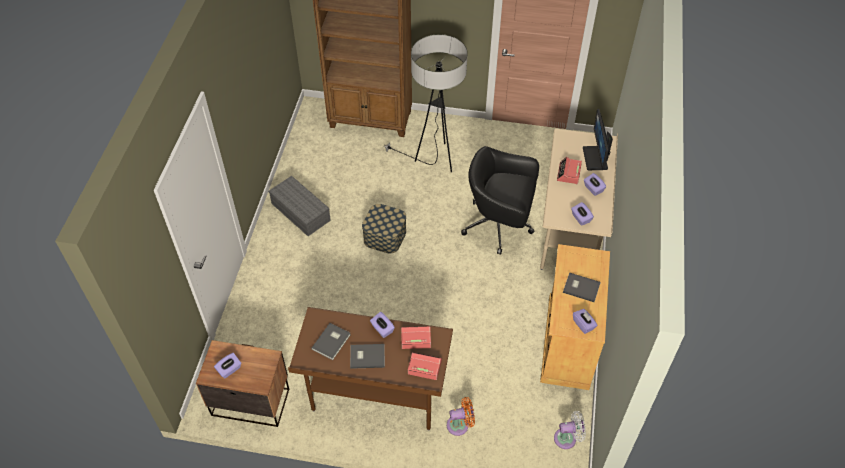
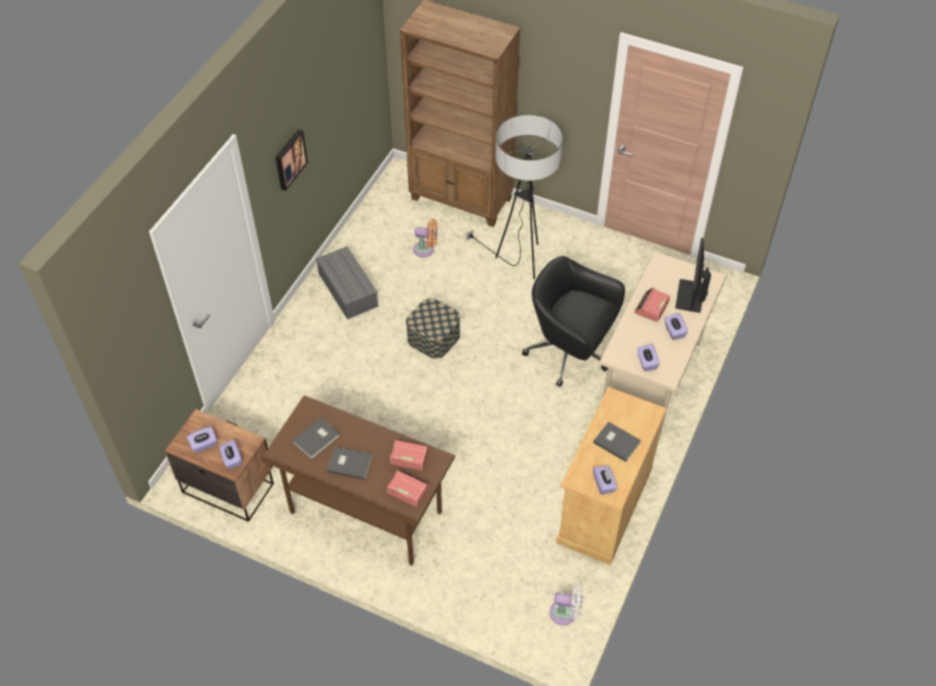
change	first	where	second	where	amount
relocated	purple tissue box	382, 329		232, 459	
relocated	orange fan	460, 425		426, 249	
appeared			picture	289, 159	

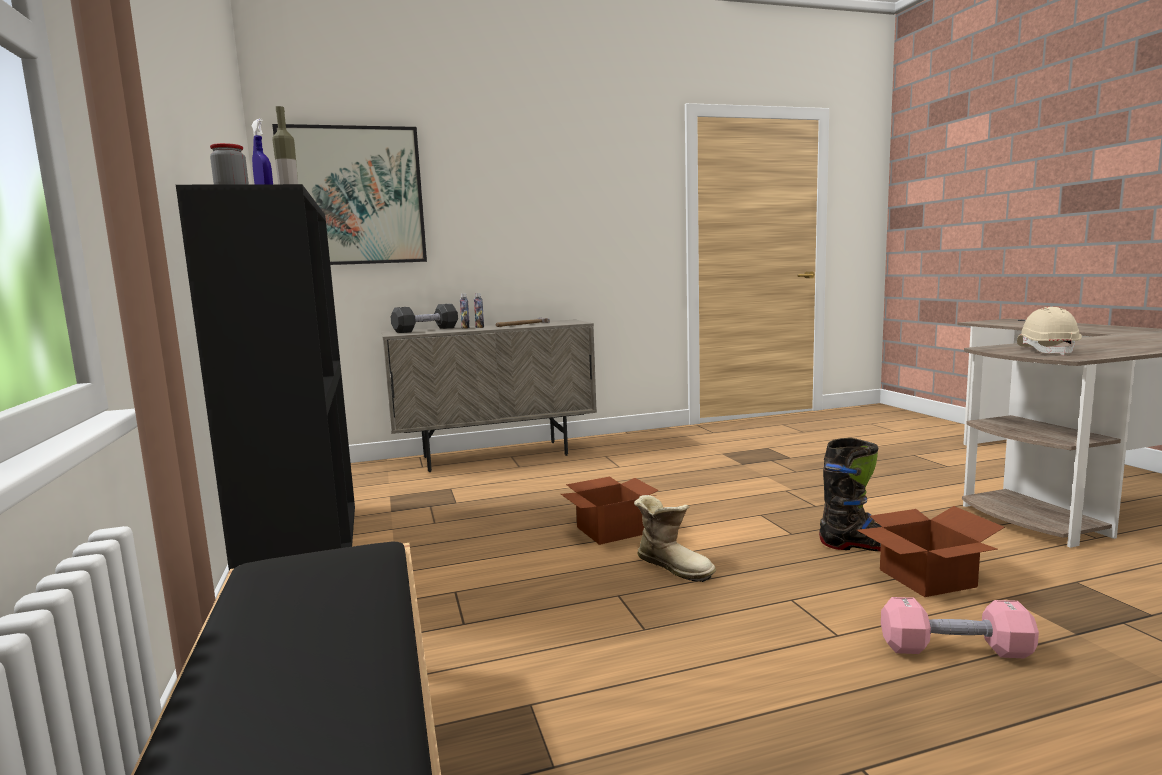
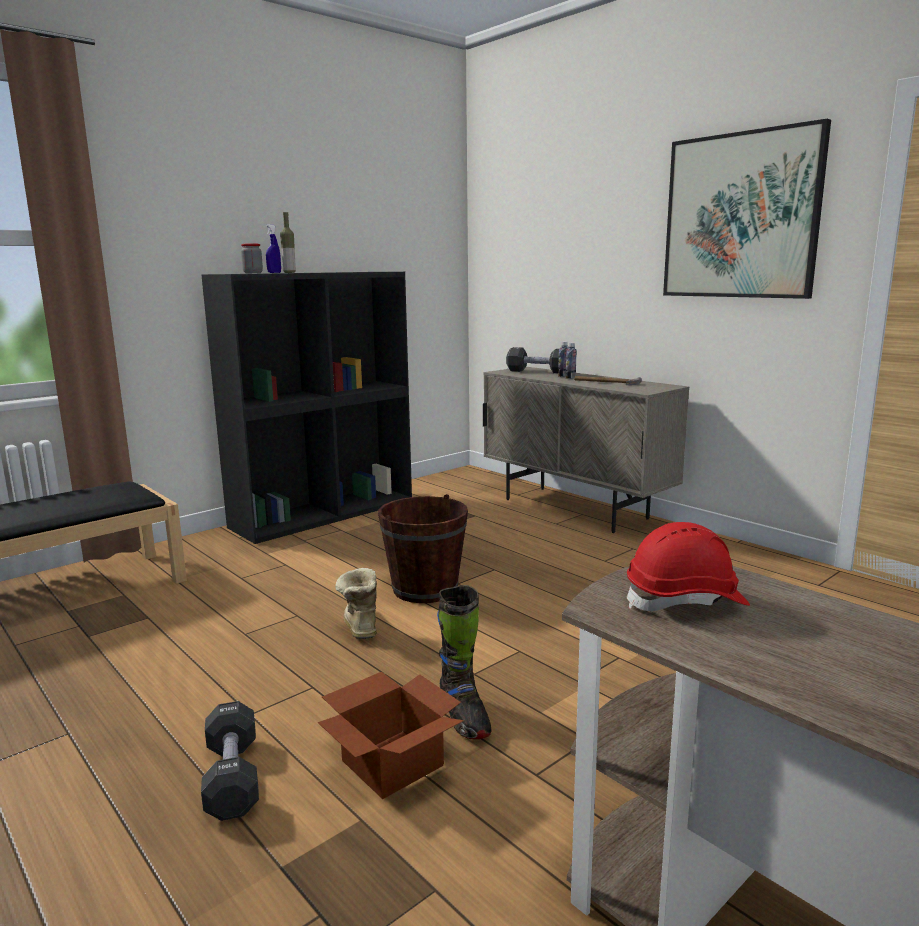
change	first	where	second	where	amount
relocated	picture	353, 196		740, 216	
exchanged	cardboard box	610, 530	brown bucket	425, 589	
spun	boot	674, 566		359, 627	150 degrees clockwise
colour	pink dumbbell	955, 650	black dumbbell	232, 777	
colour	beige hard hat	1047, 351	red hard hat	686, 601	

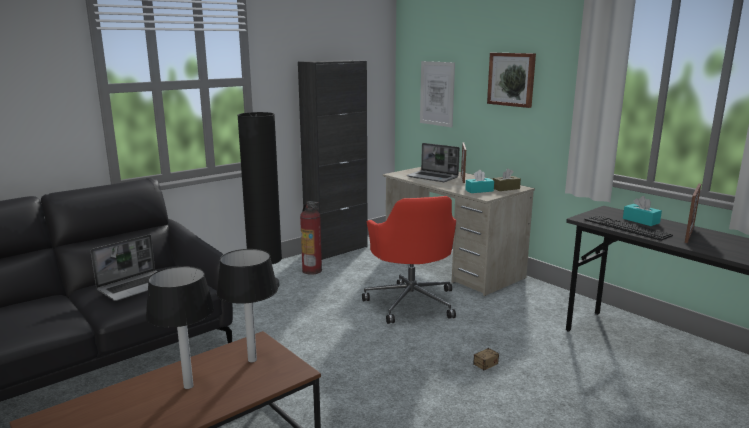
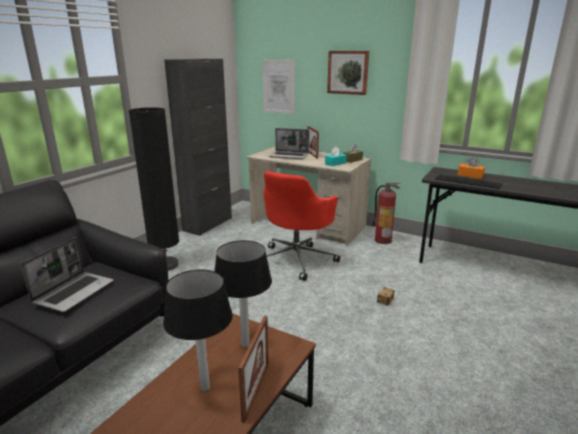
change	first	where	second	where	amount
relocated	fire extinguisher	312, 270		383, 240	
spun	red office chair	411, 302		297, 259	60 degrees clockwise
colour	turquoise tissue box	641, 221	orange tissue box	470, 175	
relocated	picture frame	689, 234		256, 391	

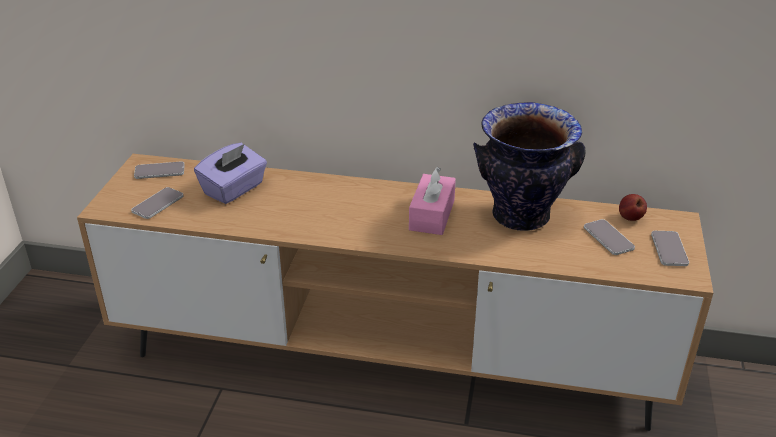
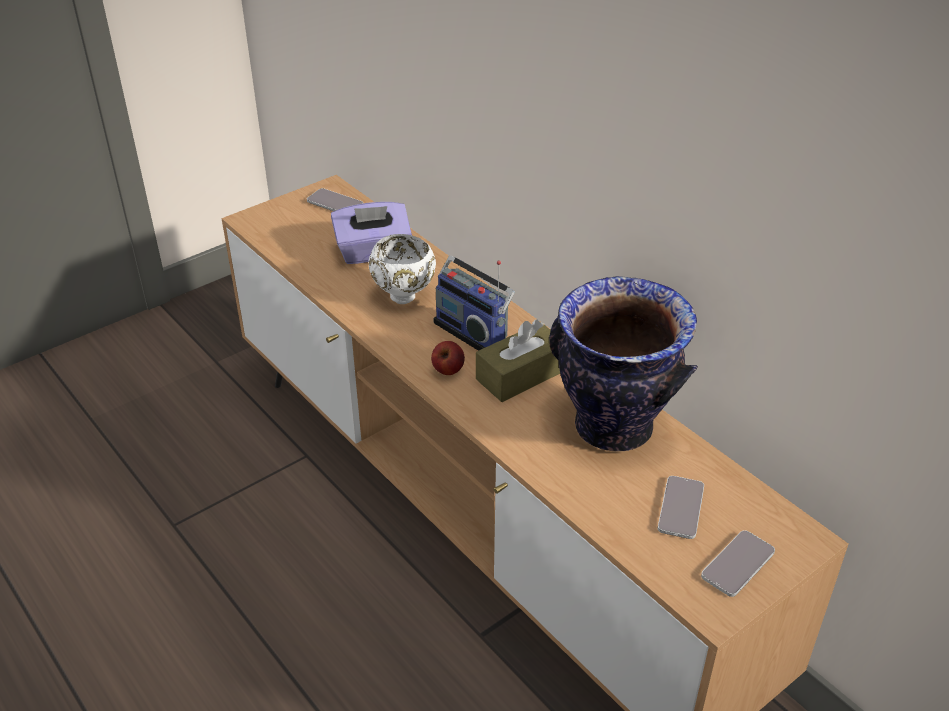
change	first	where	second	where	amount
missing	phone	158, 204			
colour	pink tissue box	432, 215	brown tissue box	521, 375	
relocated	apple	630, 218		448, 370	
appeared			white bowl	405, 297	
appeared			radio	474, 332	

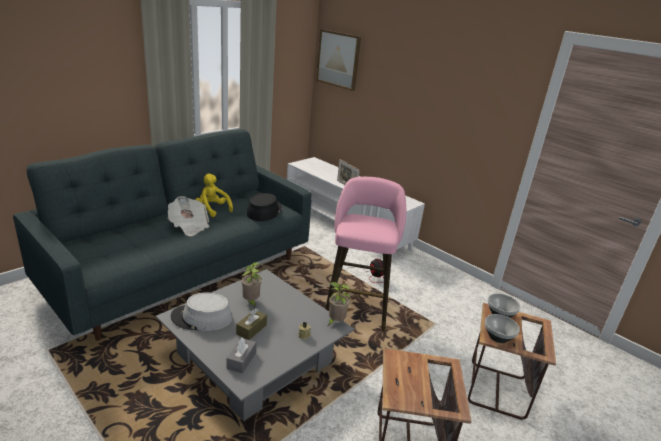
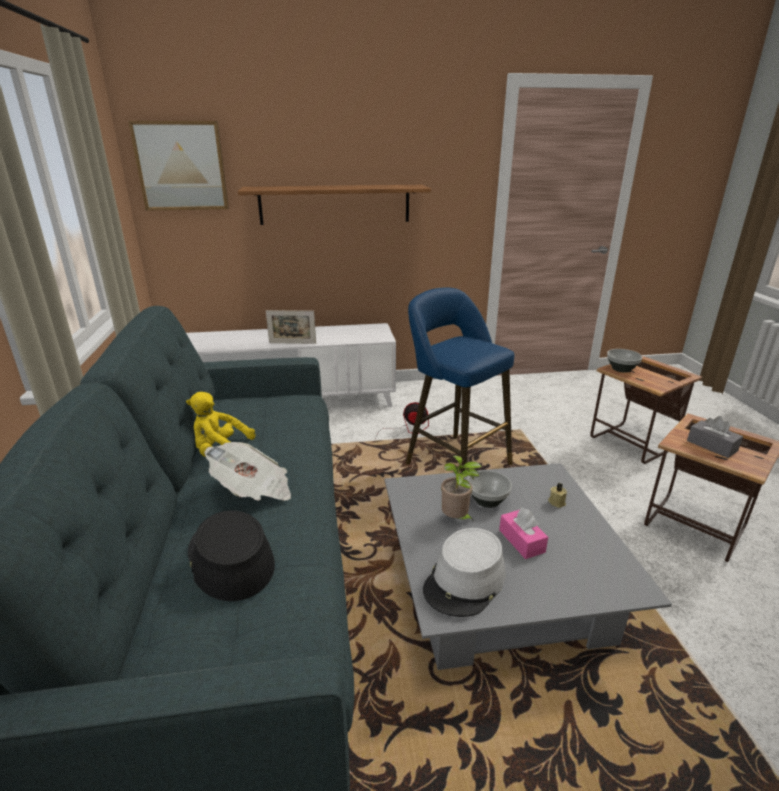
change	first	where	second	where	amount
relocated	grey tissue box	241, 360		711, 446	
colour	brown tissue box	251, 329	pink tissue box	521, 541	
relocated	black hat	264, 211		230, 559	
colour	pink stool	357, 306	blue stool	453, 462	
missing	potted plant	335, 322			
relocated	bowl	498, 337		487, 500	
appeared			shelf	335, 204	

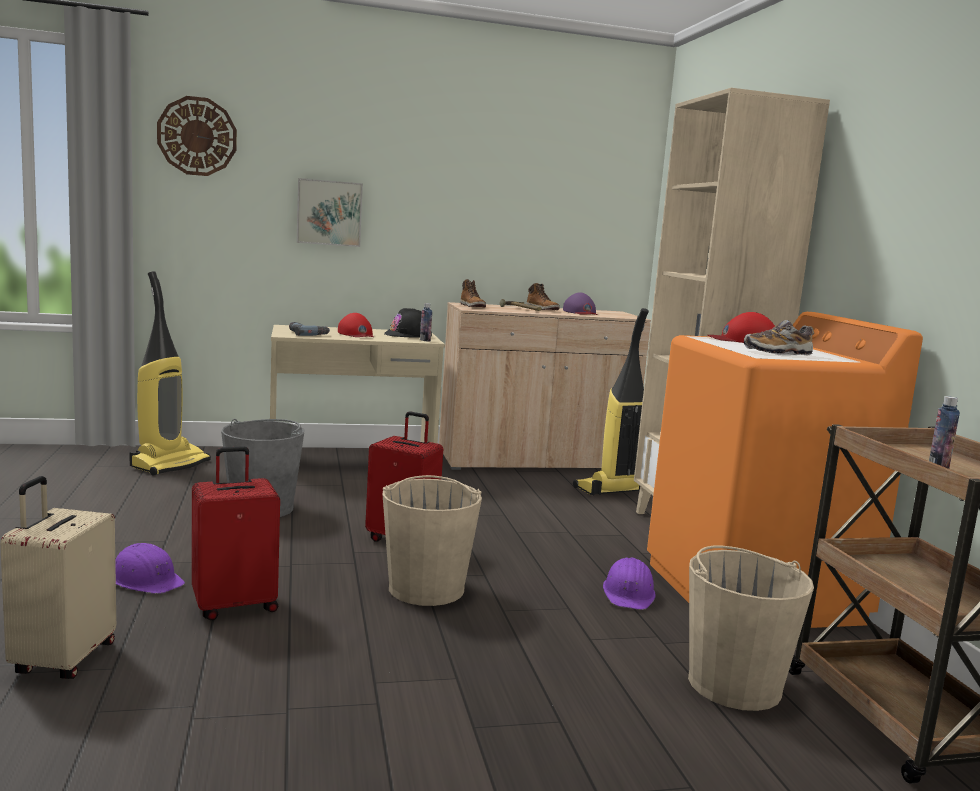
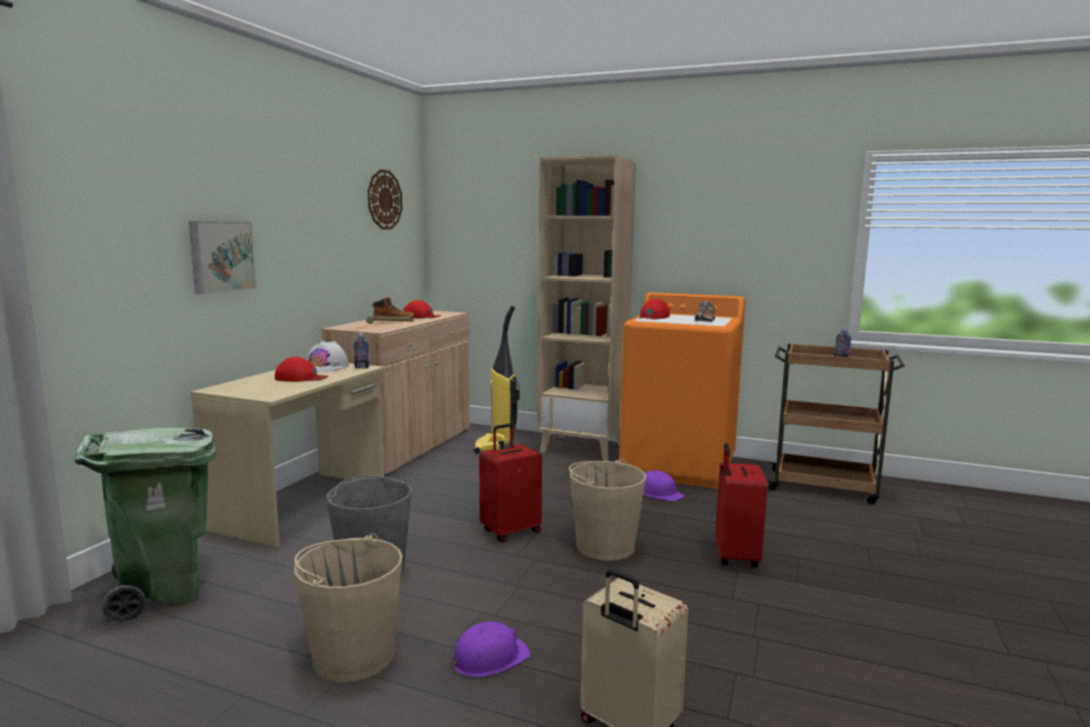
change	first	where	second	where	amount
exchanged	vacuum cleaner	170, 464	green trash can	162, 592	
relocated	wall clock	197, 136		384, 199	
relocated	red suitcase	235, 605		734, 556	
missing	power drill	307, 333			
colour	black hard hat	408, 335	white hard hat	326, 367	
missing	boot	473, 306			
colour	purple cap	581, 312	red cap	421, 316	
relocated	beige bucket	733, 684		353, 656	

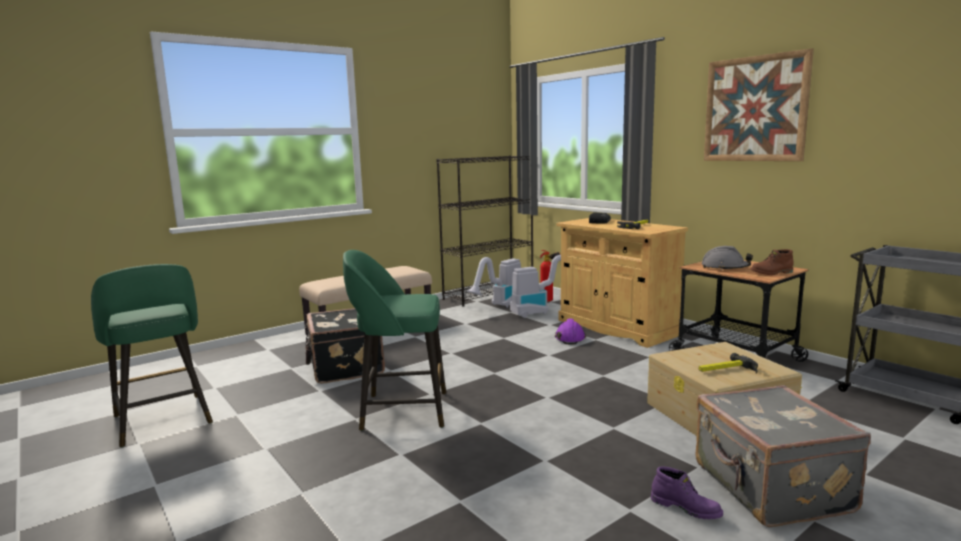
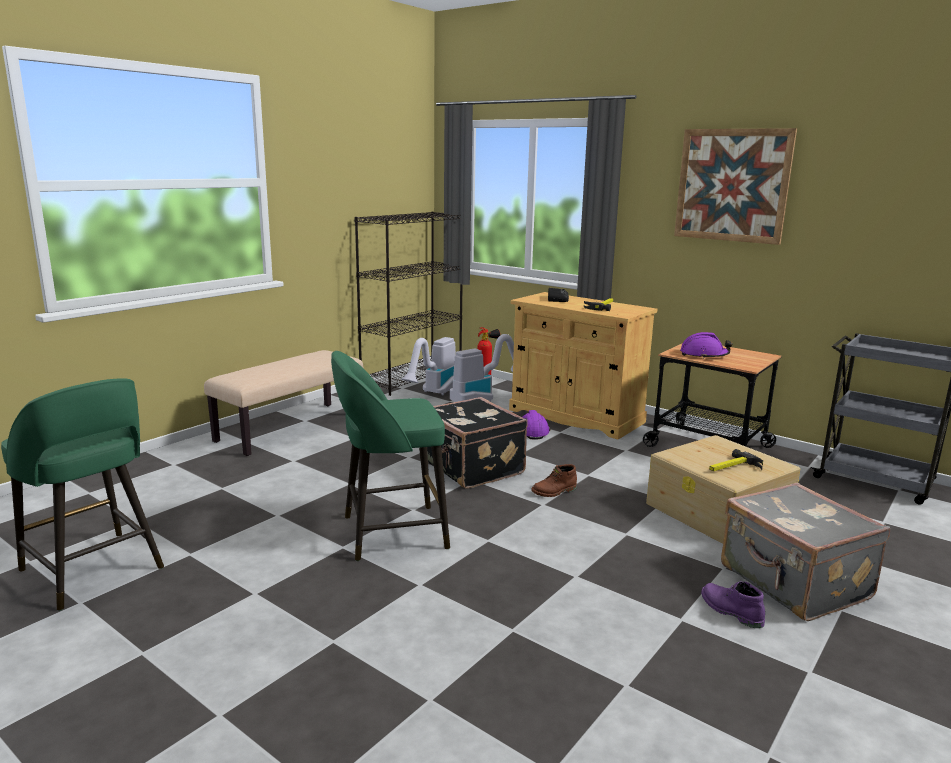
change	first	where	second	where	amount
relocated	black suitcase	345, 367		471, 468	
spun	purple boot	686, 508		730, 611	150 degrees counterclockwise
colour	grey hard hat	725, 268	purple hard hat	704, 355	
relocated	brown boot	772, 273		554, 492	

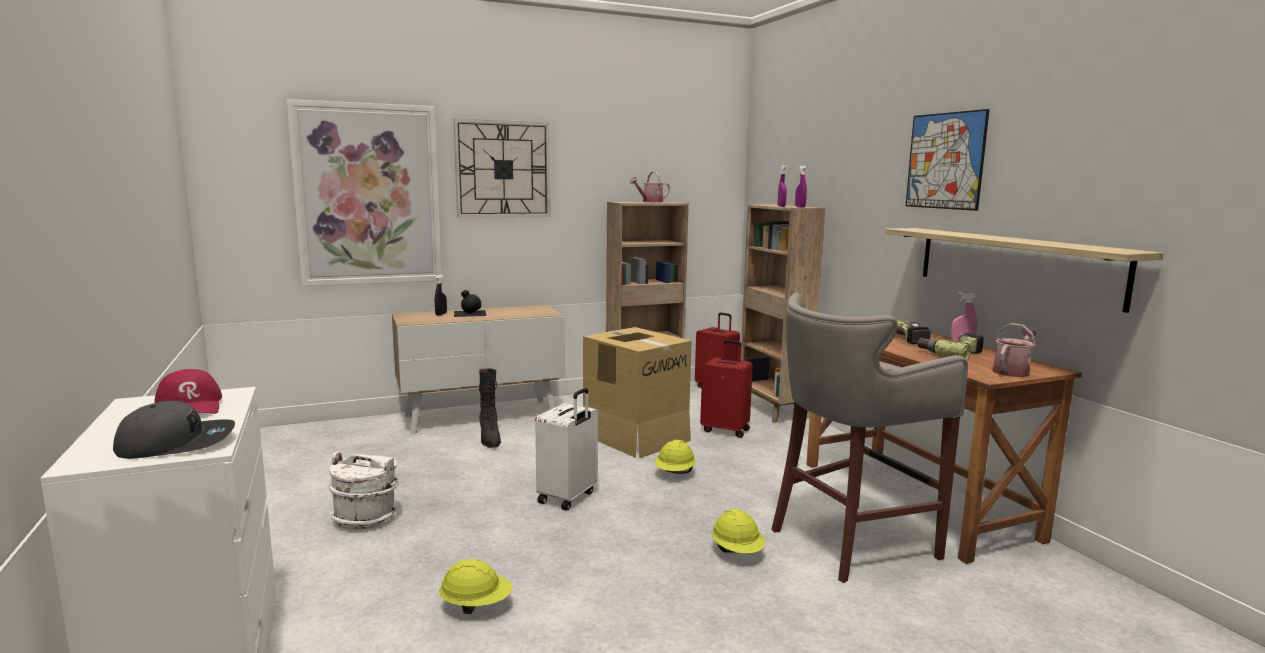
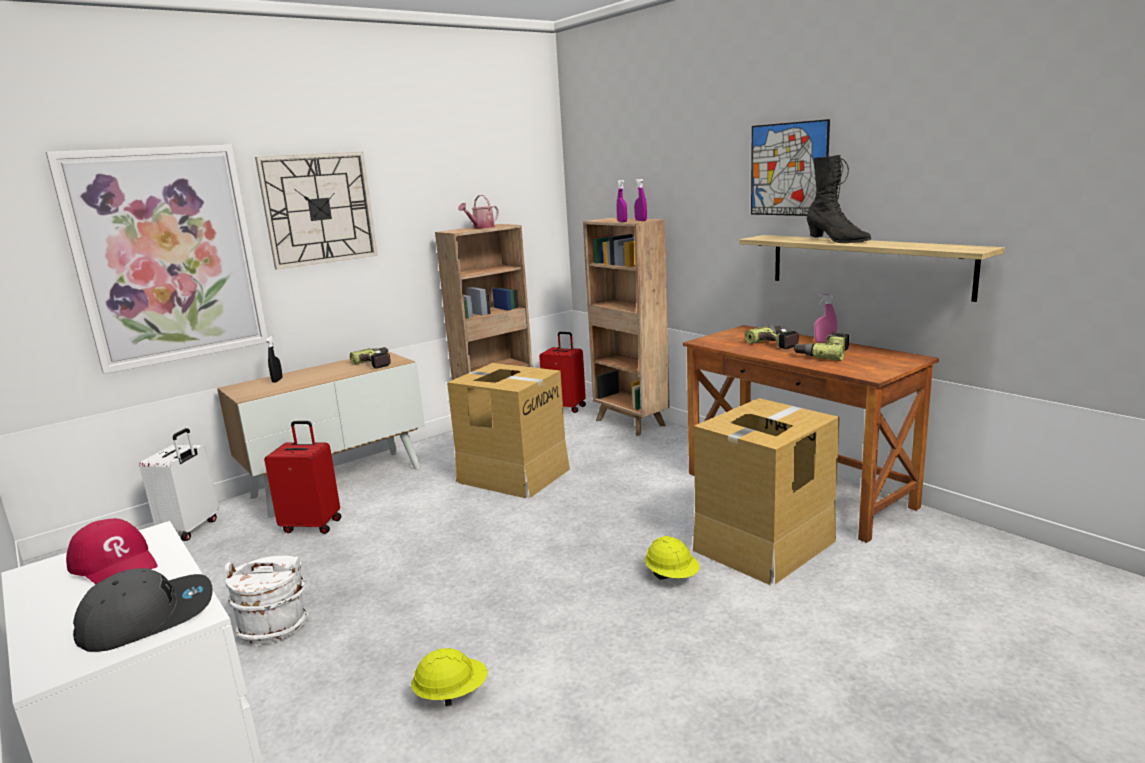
change	first	where	second	where	amount
missing	black bottle	469, 313			
relocated	black boot	490, 439		836, 241	
relocated	white suitcase	568, 497		191, 529	
missing	yellow hard hat	675, 473			
relocated	red suitcase	726, 430		312, 525	
exchanged	grey stool	848, 543	cardboard box	763, 545	
missing	watering can	1012, 371			
appeared			power drill	378, 362	

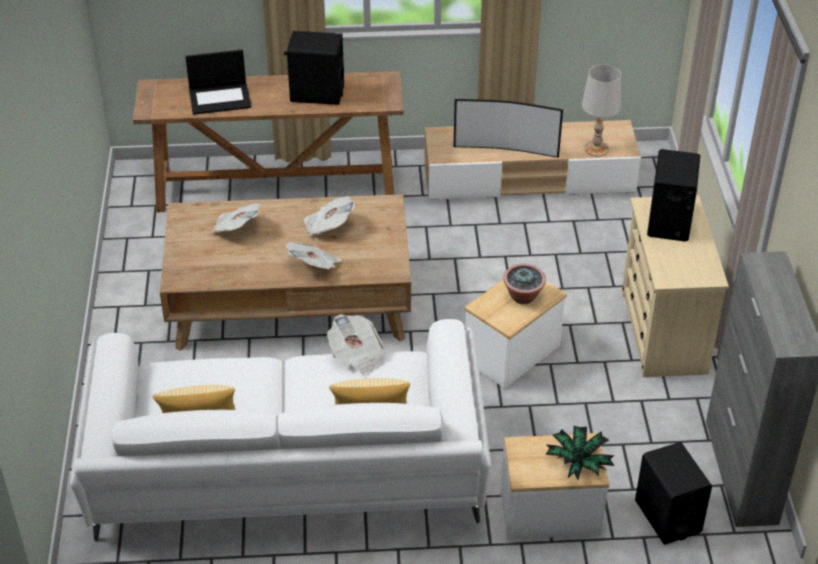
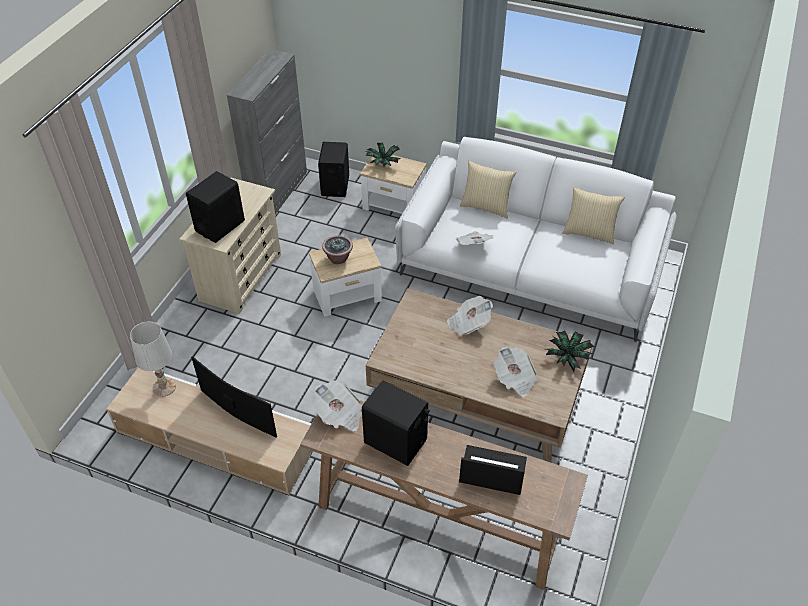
change	first	where	second	where	amount
relocated	newspaper	328, 226		339, 414	
appeared			potted plant	568, 357	

